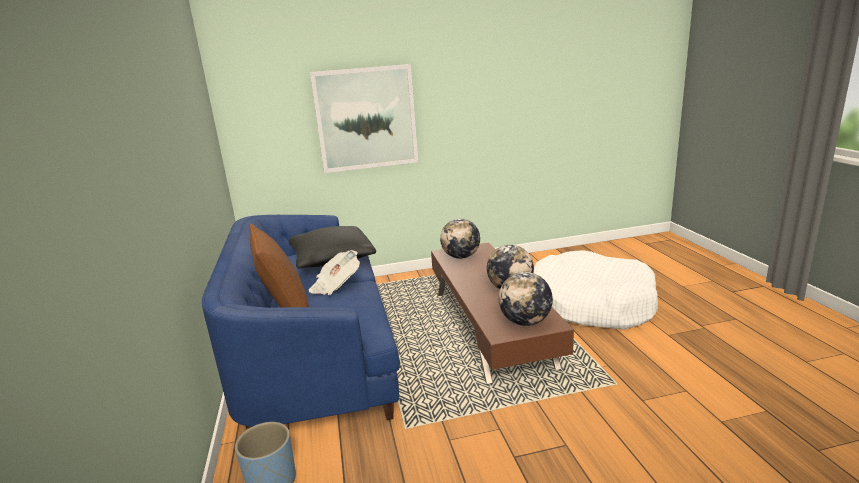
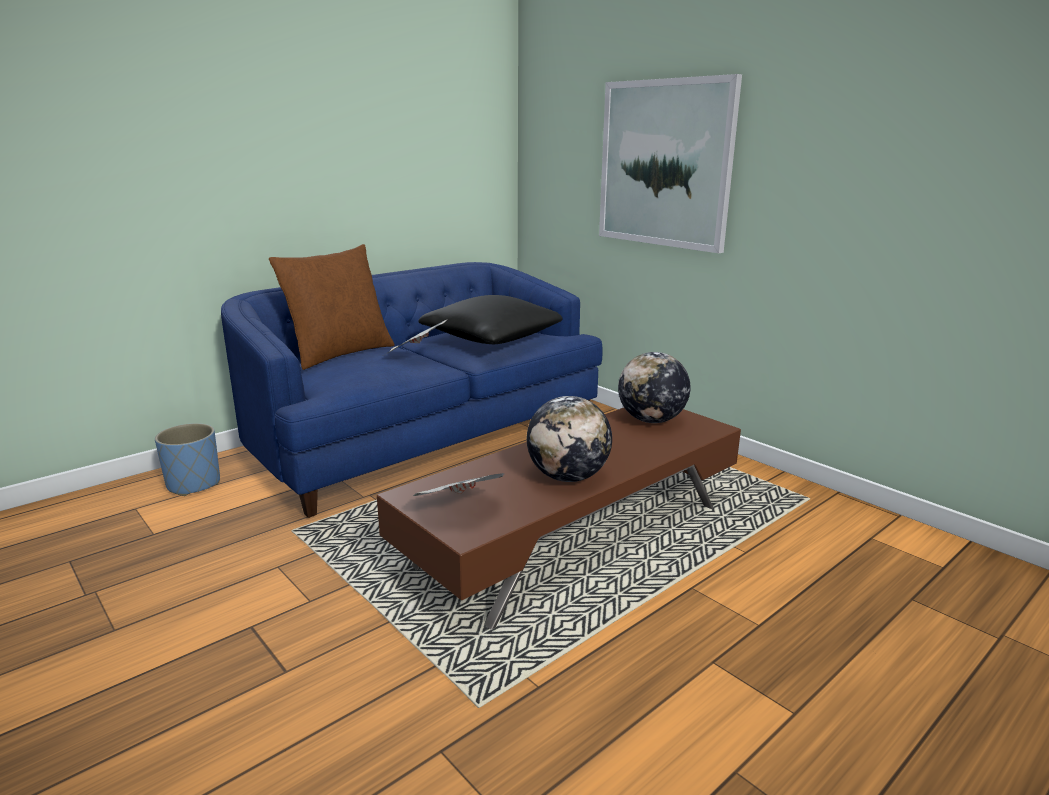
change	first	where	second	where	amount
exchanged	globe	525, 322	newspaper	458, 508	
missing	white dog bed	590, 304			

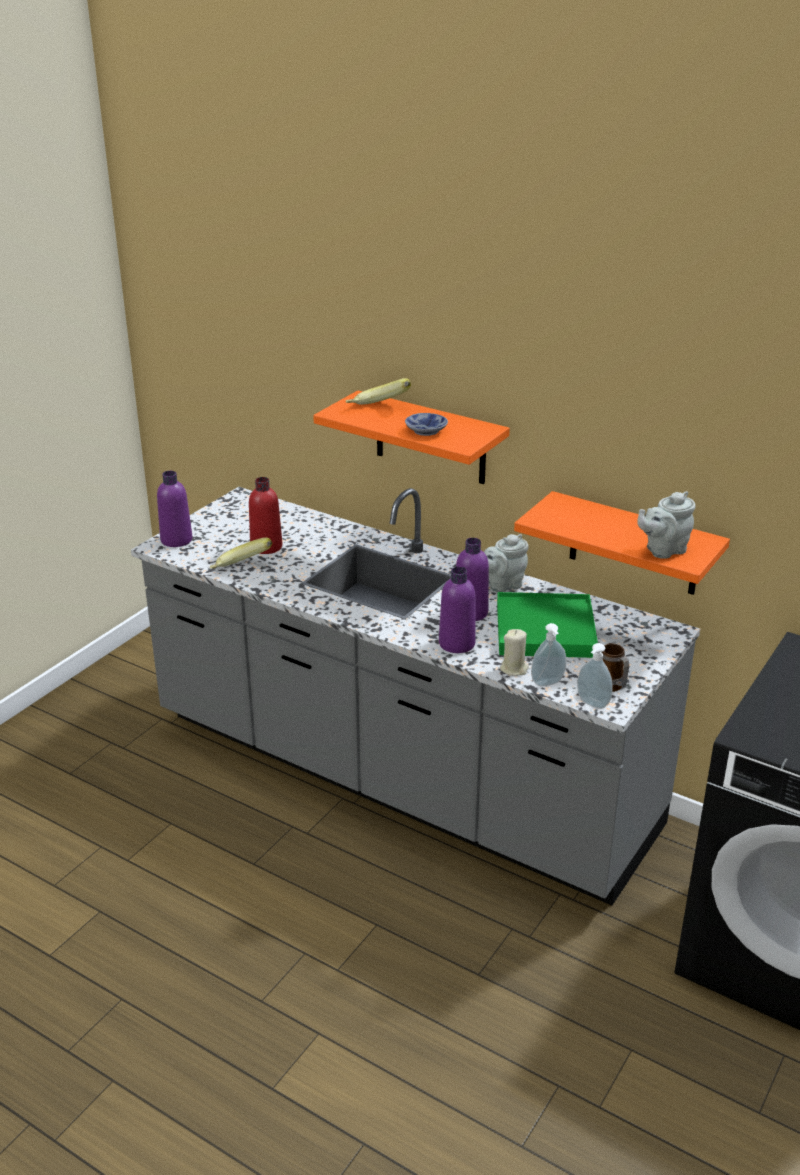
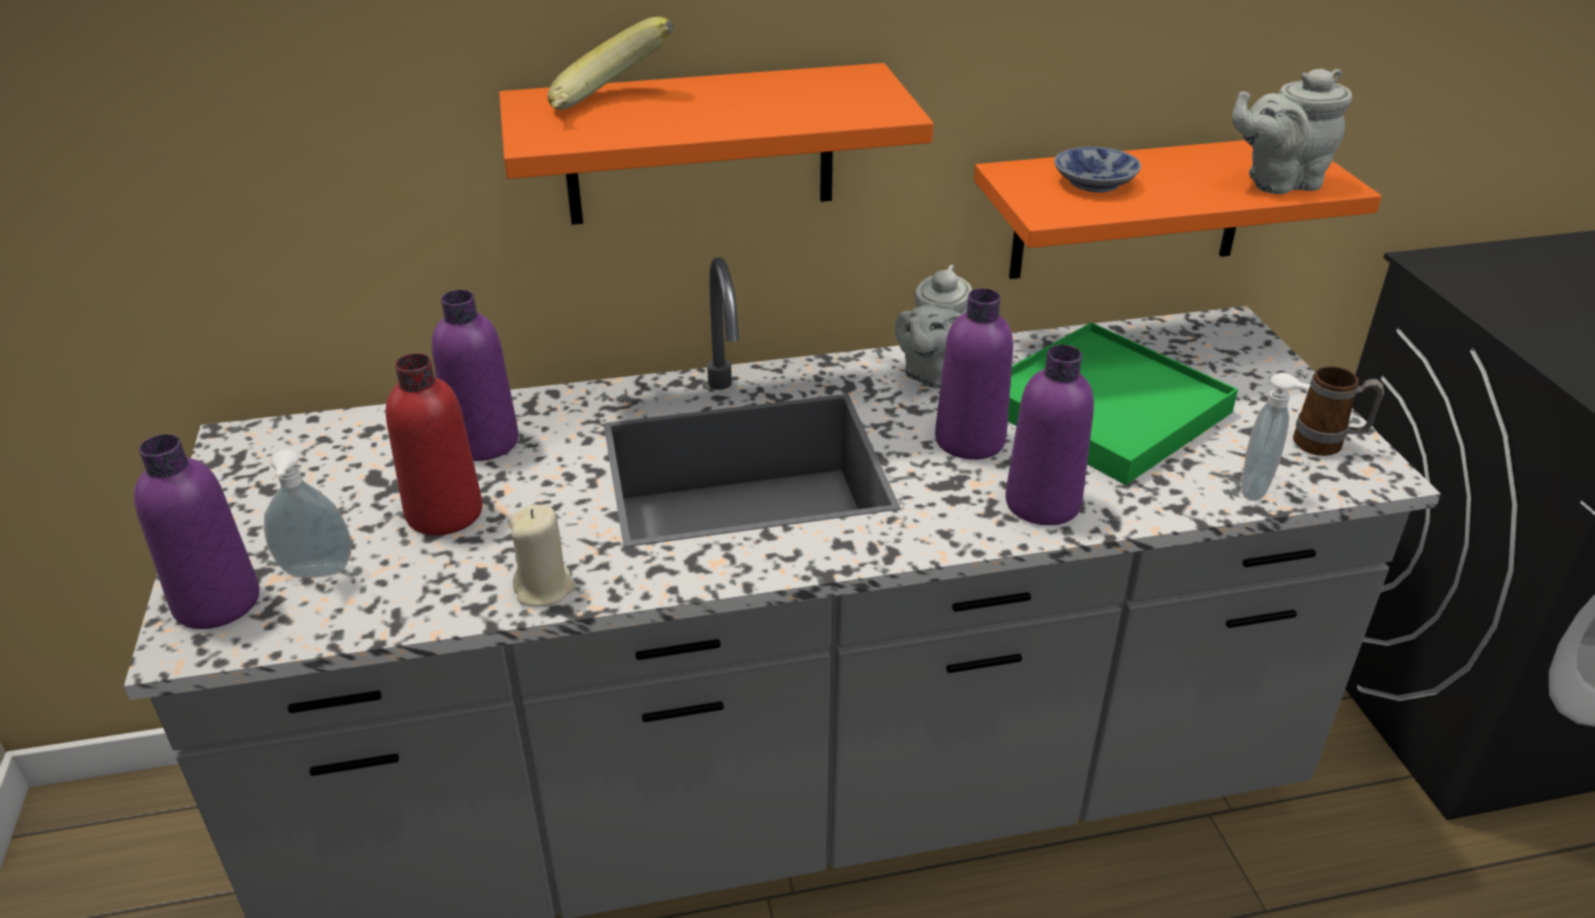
change	first	where	second	where	amount
missing	banana	241, 569			
relocated	bowl	427, 431		1097, 182	
relocated	beige candle	514, 669		545, 588	
relocated	soap dispenser	591, 704		317, 573	
spun	grey teapot	663, 550		1278, 182	60 degrees clockwise
appeared			purple bottle	483, 442	

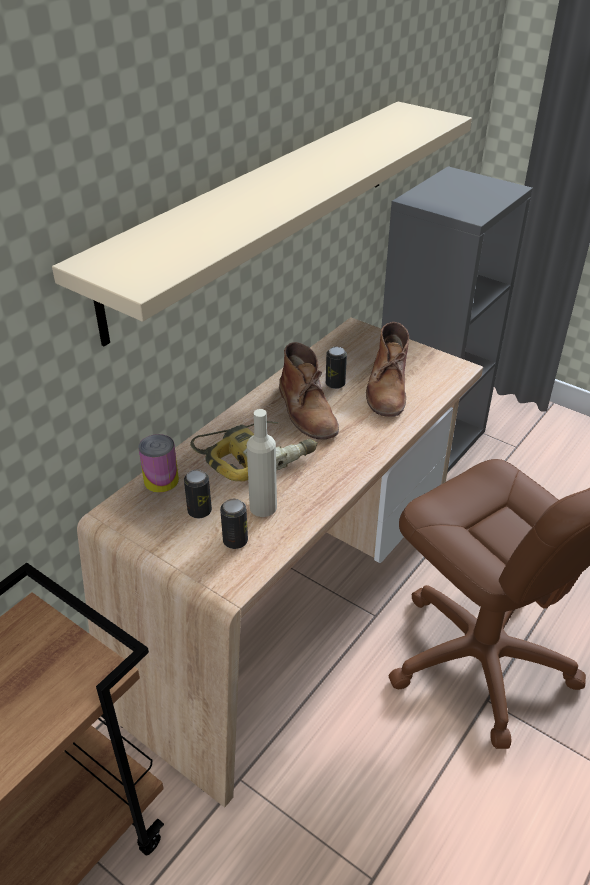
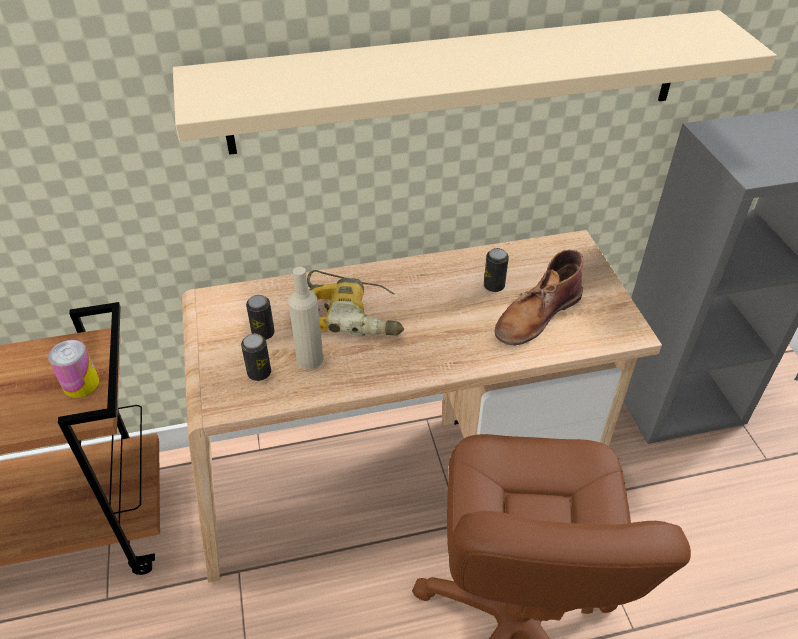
change	first	where	second	where	amount
relocated	can	161, 480		81, 384	
missing	brown boot	307, 410			

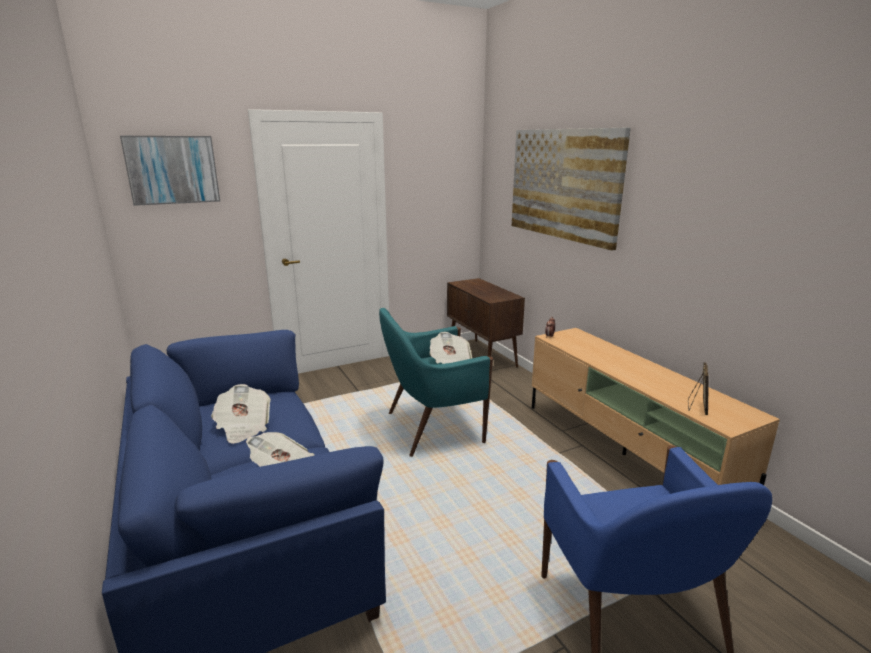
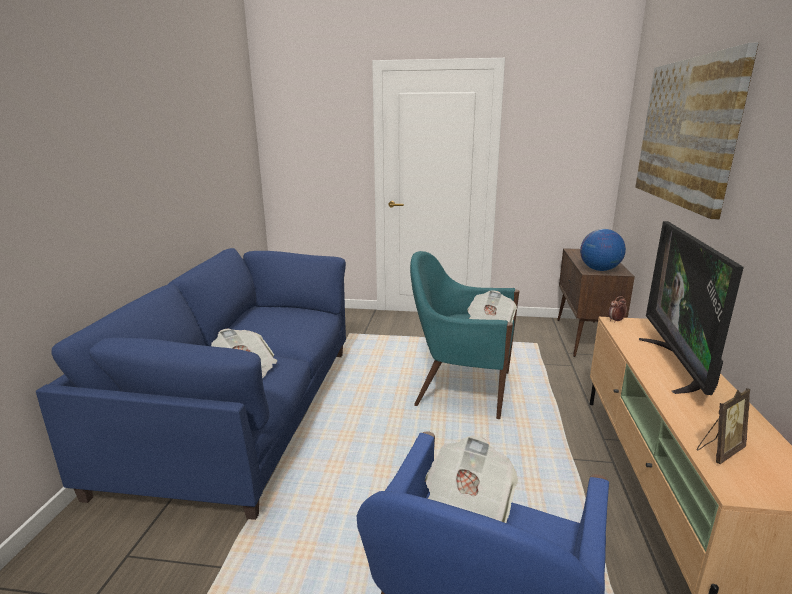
change	first	where	second	where	amount
missing	picture	172, 170			
relocated	newspaper	243, 427		467, 509	
appeared			globe	599, 270	
appeared			television	678, 365	

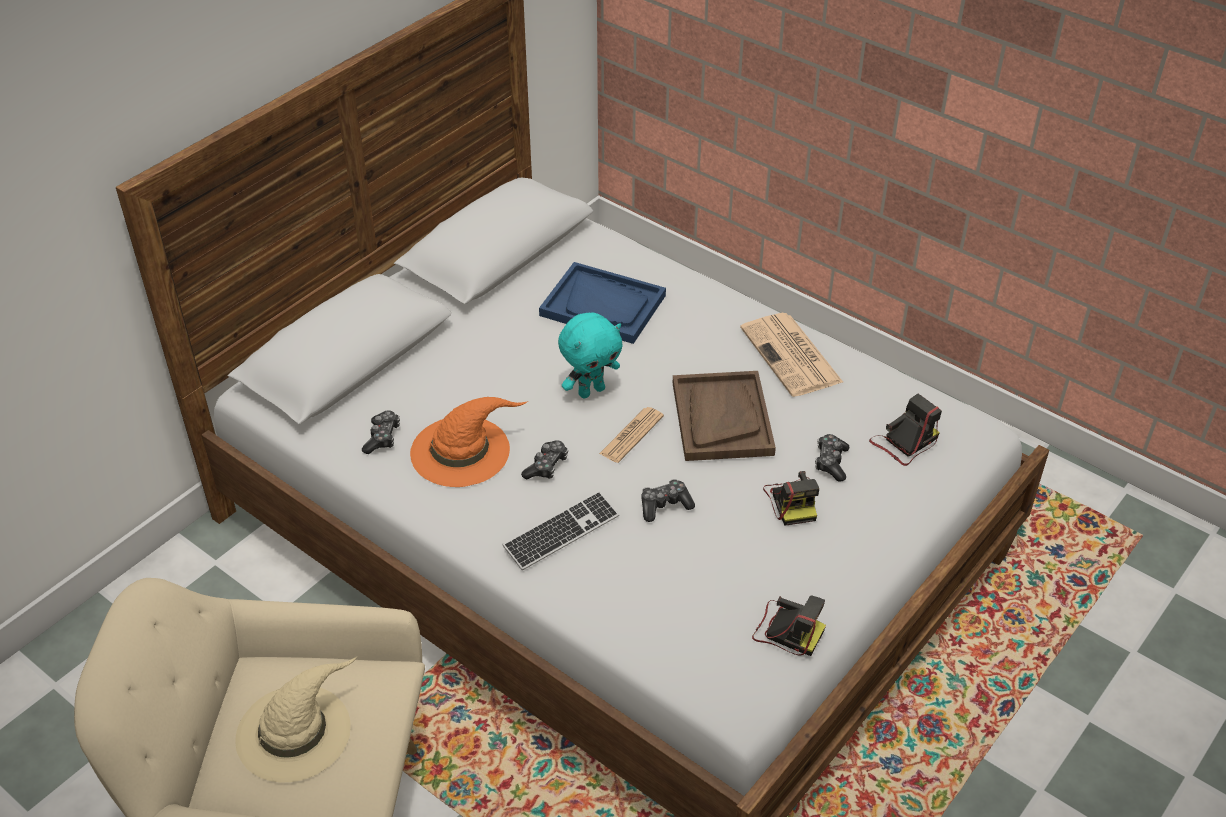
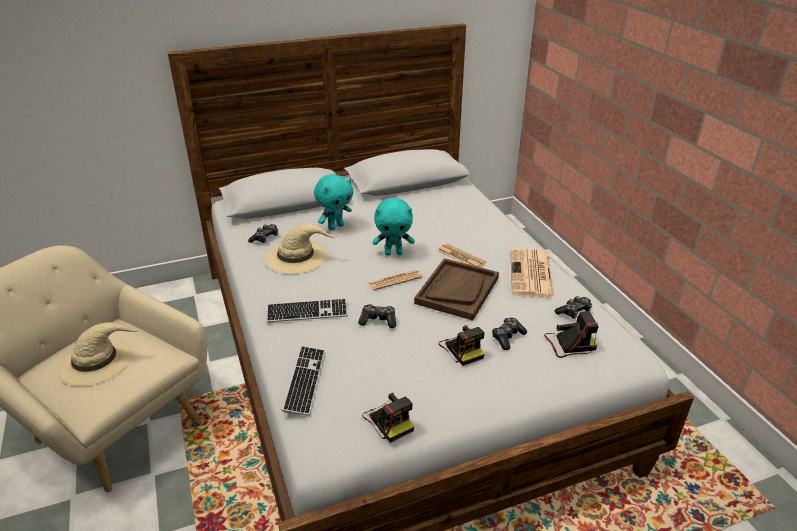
change	first	where	second	where	amount
colour	orange hat	461, 450	beige hat	297, 256	
relocated	game controller	546, 466		574, 312	
missing	blue tray	603, 305			
spun	photo camera	792, 501		462, 349	45 degrees counterclockwise
appeared			keyboard	305, 381	
appeared			turquoise plush toy	335, 226	
appeared			newspaper	461, 257	

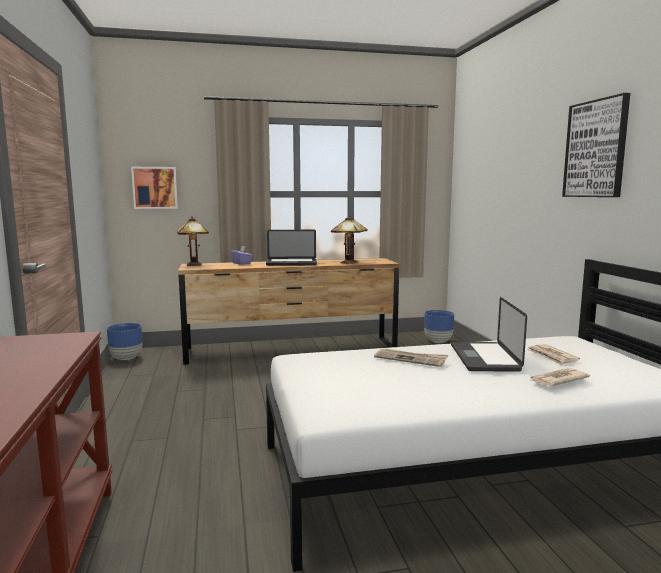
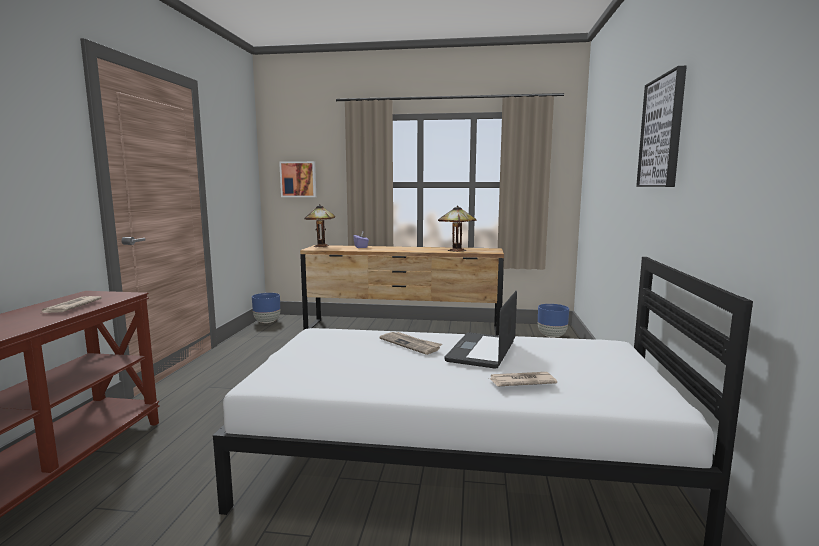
change	first	where	second	where	amount
missing	laptop	291, 263			
relocated	newspaper	552, 356		70, 307	

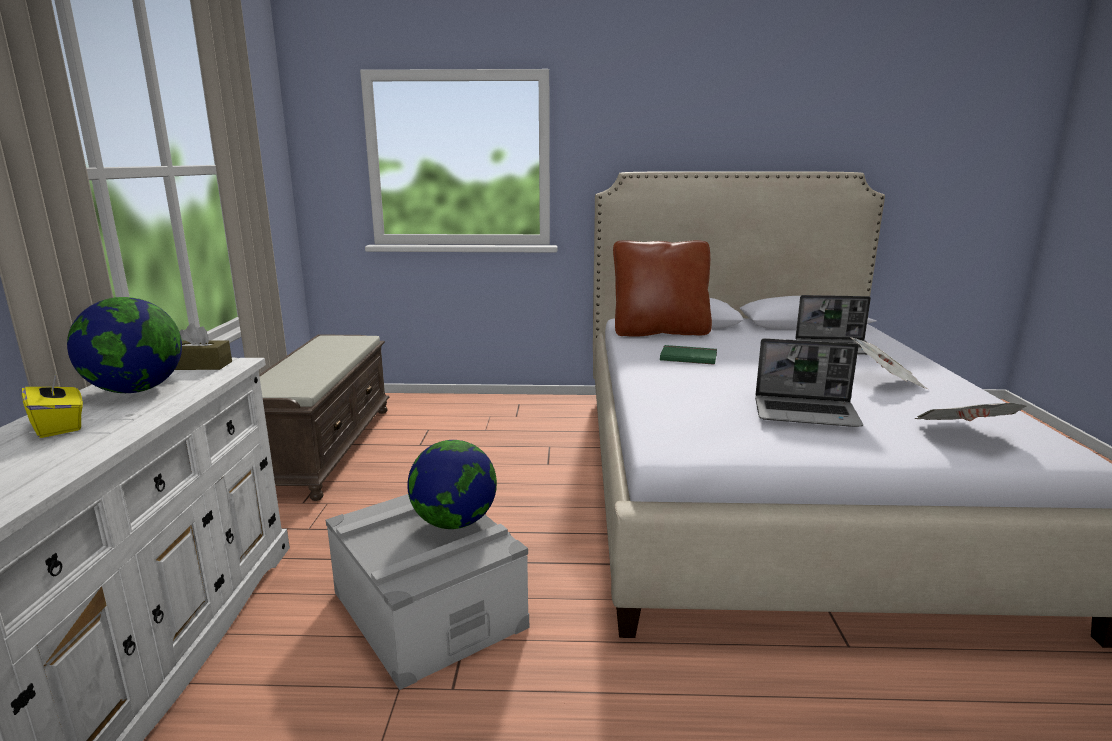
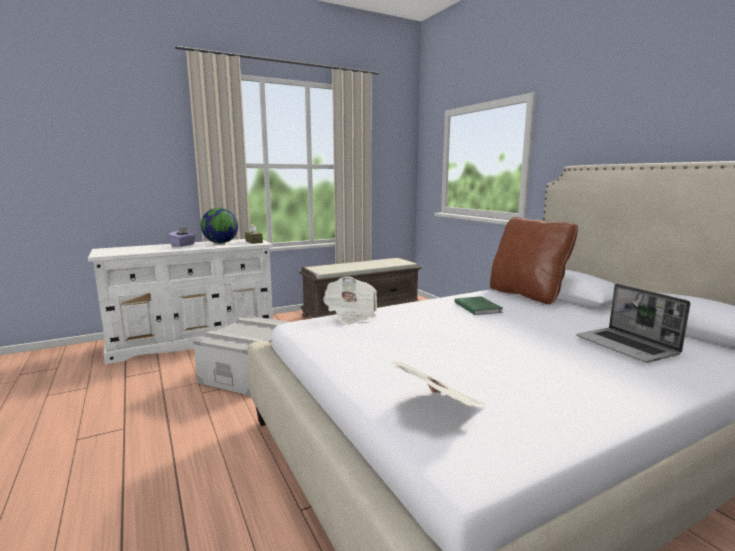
change	first	where	second	where	amount
colour	yellow tissue box	59, 426	purple tissue box	183, 245	
missing	globe	454, 522			
missing	laptop	806, 413			
relocated	newspaper	886, 382		350, 315	

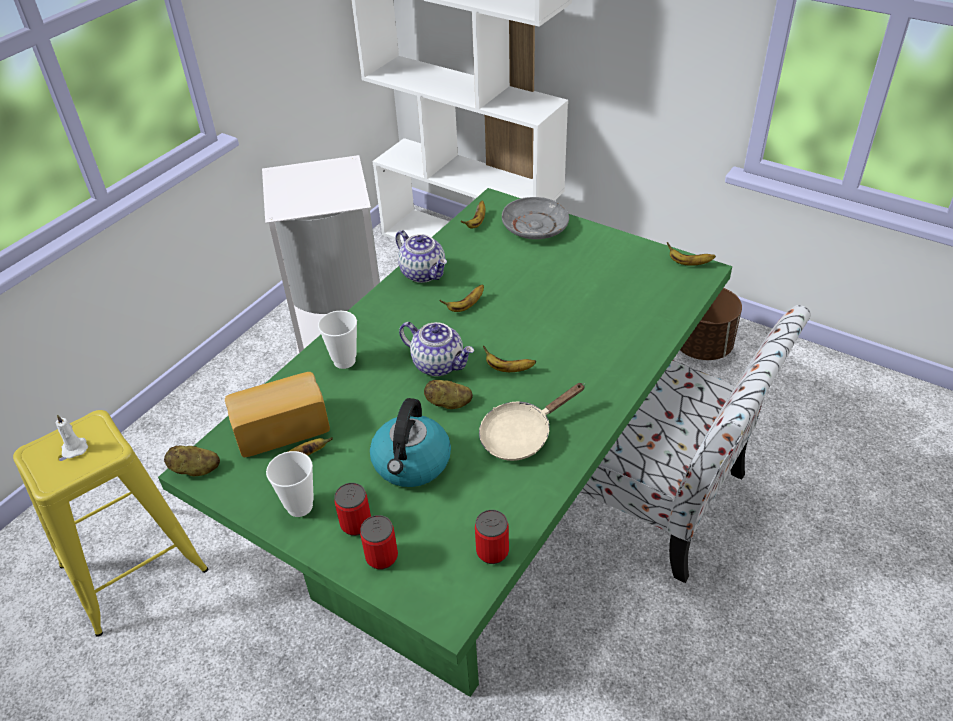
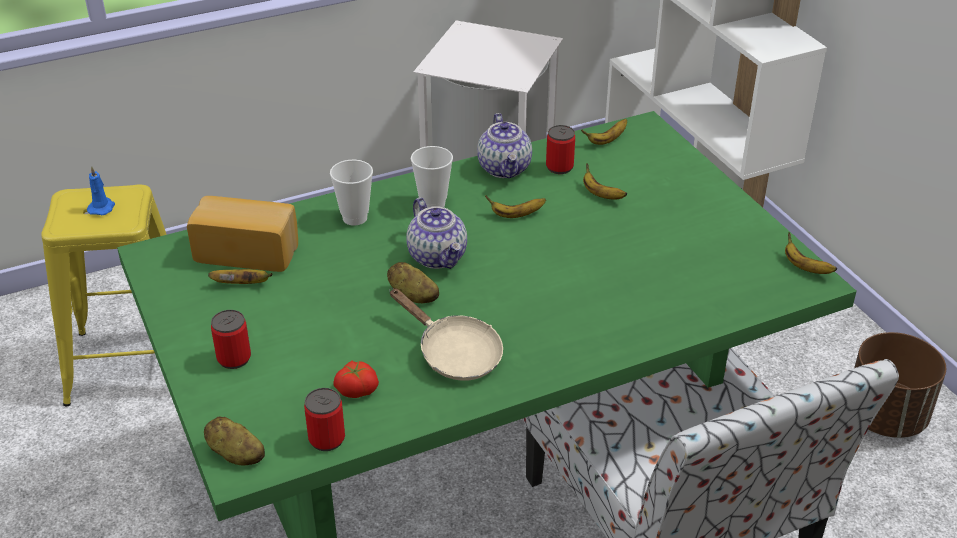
change	first	where	second	where	amount
colour	white candle	75, 447	blue candle	102, 207	
relocated	potato	195, 470		235, 455	
relocated	cup	300, 506		433, 204	
relocated	can	382, 557		559, 167	
missing	kettle	412, 463			
spun	beige frying pan	521, 435		454, 353	135 degrees counterclockwise
relocated	banana	508, 369		601, 195	
missing	grey plate	535, 226			
appeared			tomato	357, 389	

